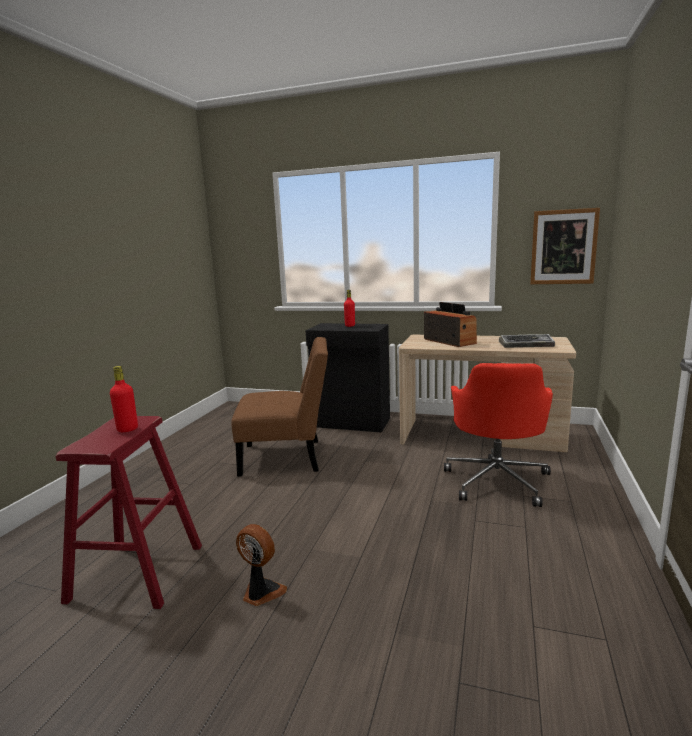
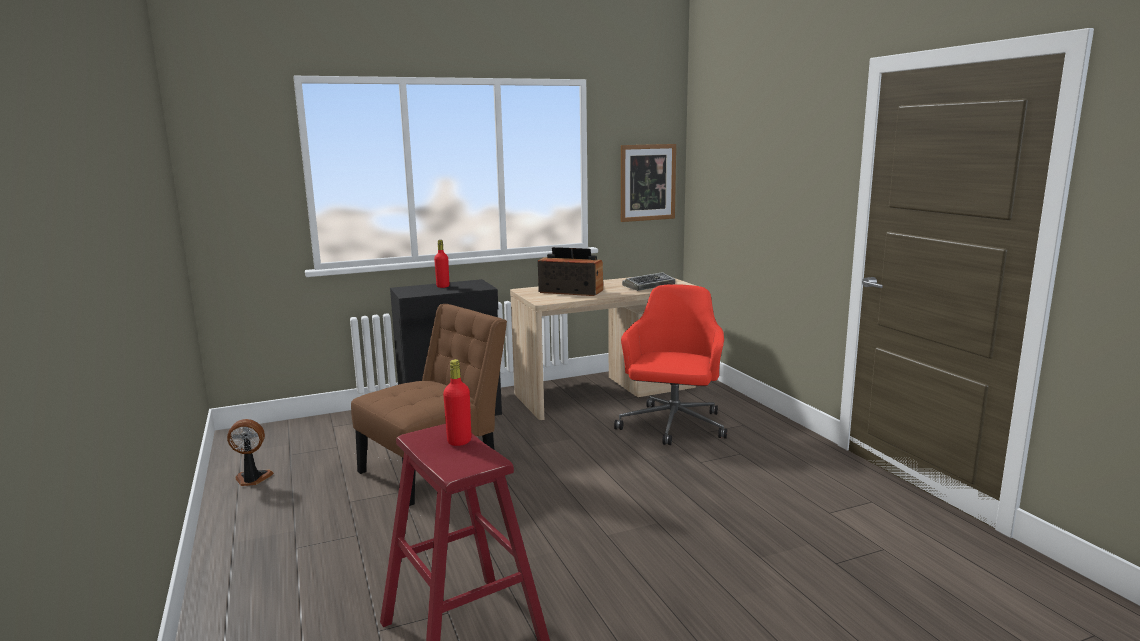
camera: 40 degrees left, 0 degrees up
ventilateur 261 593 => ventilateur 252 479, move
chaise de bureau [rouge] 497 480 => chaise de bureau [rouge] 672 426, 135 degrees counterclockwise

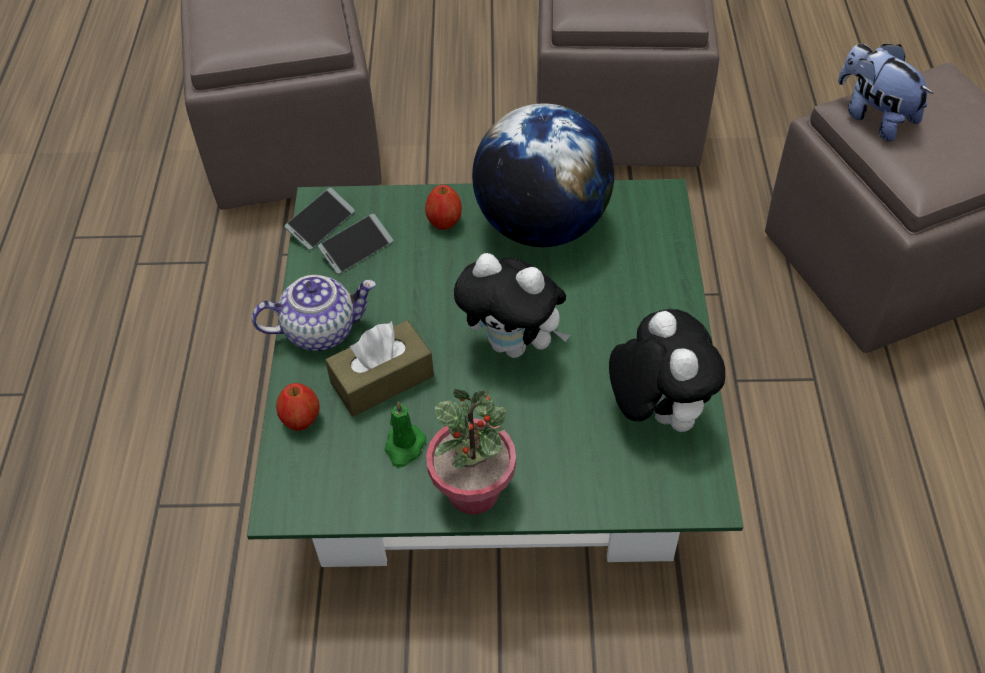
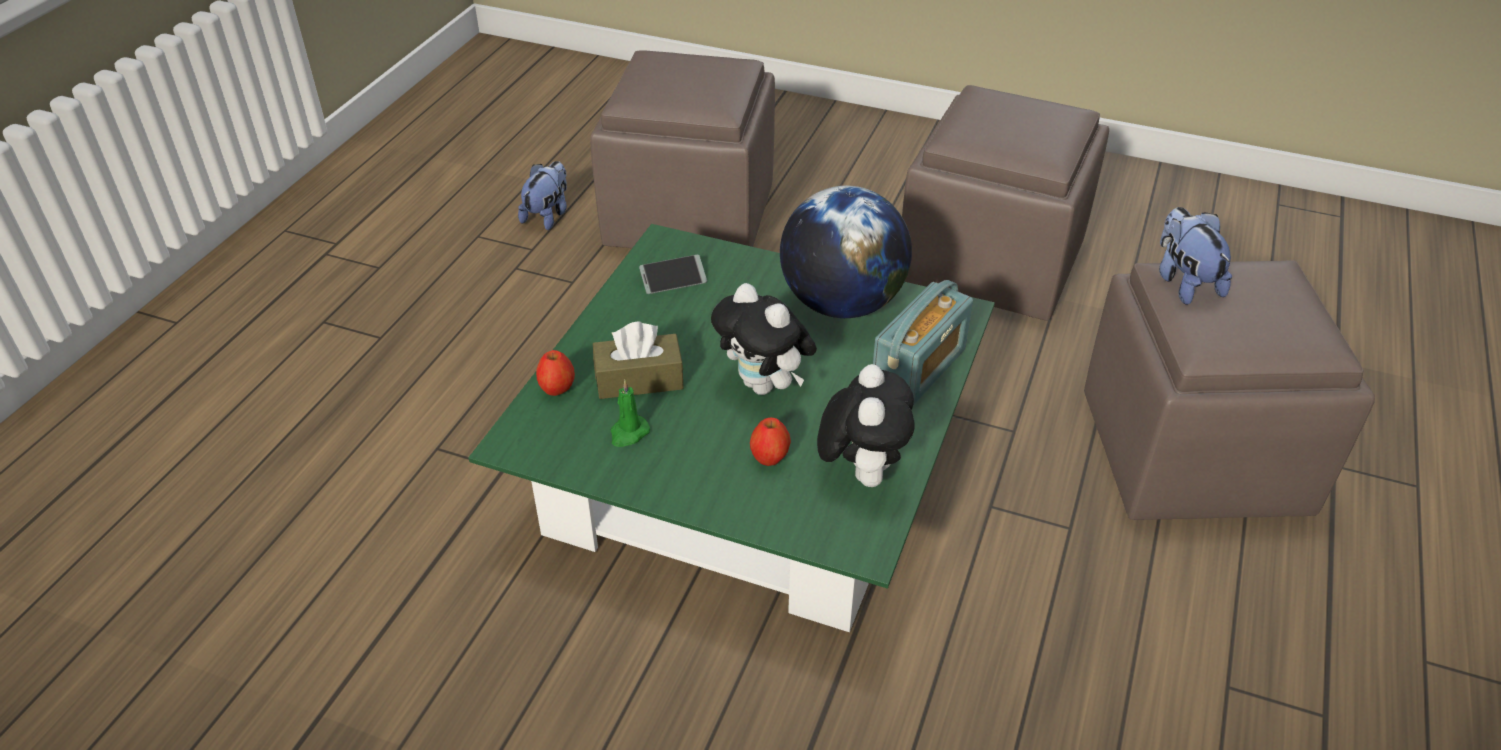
camera: 20 degrees right, 10 degrees down
théière 321 329 => nothing
téléphone 321 224 => nothing
pomme 445 222 => pomme 770 458, move
plante en pot 474 491 => nothing
nothing => peluche 548 215
nothing => radio 919 369

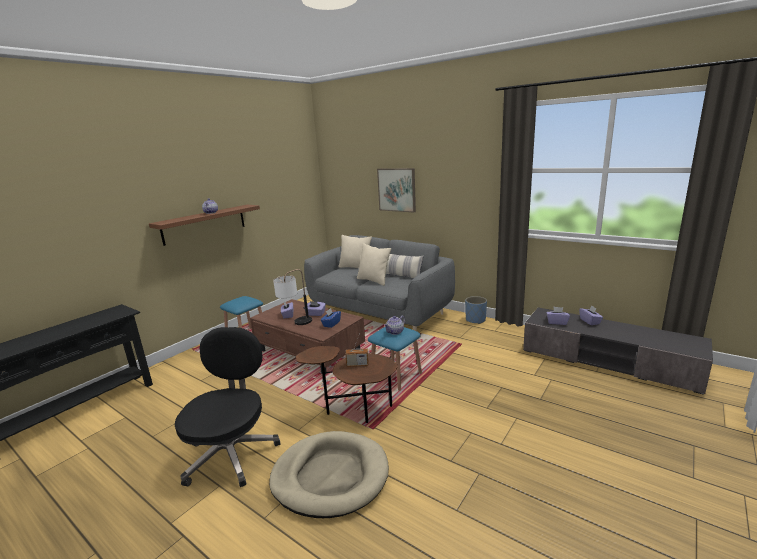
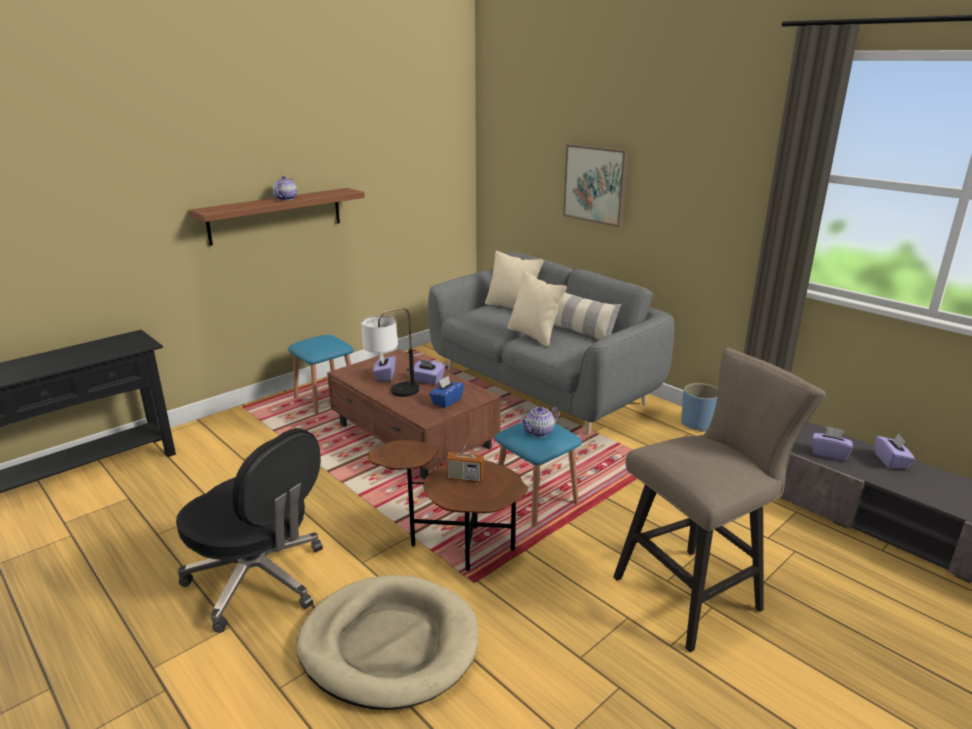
camera: 10 degrees right, 5 degrees up
chaise de bureau [noir] 232 453 => chaise de bureau [noir] 259 580, 105 degrees clockwise
nothing => tabouret [beige] 695 592

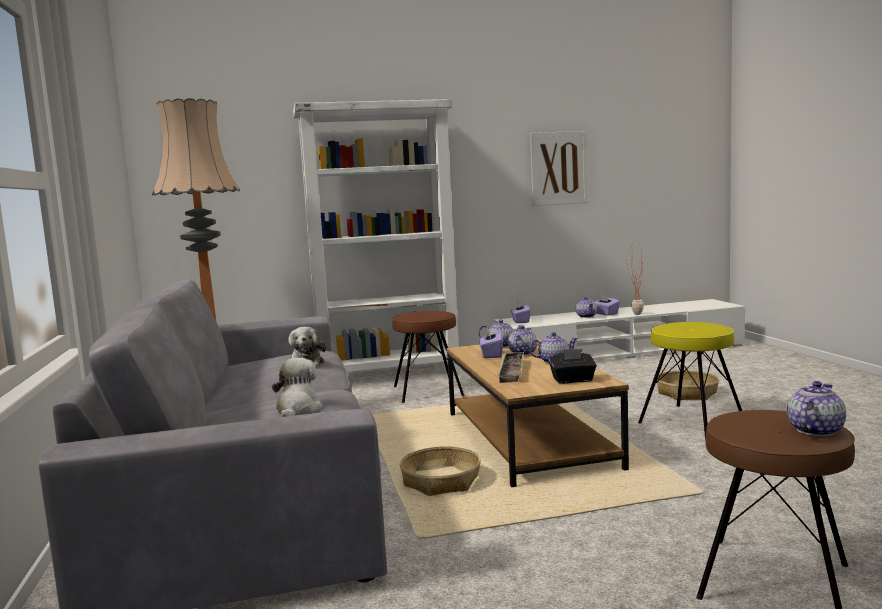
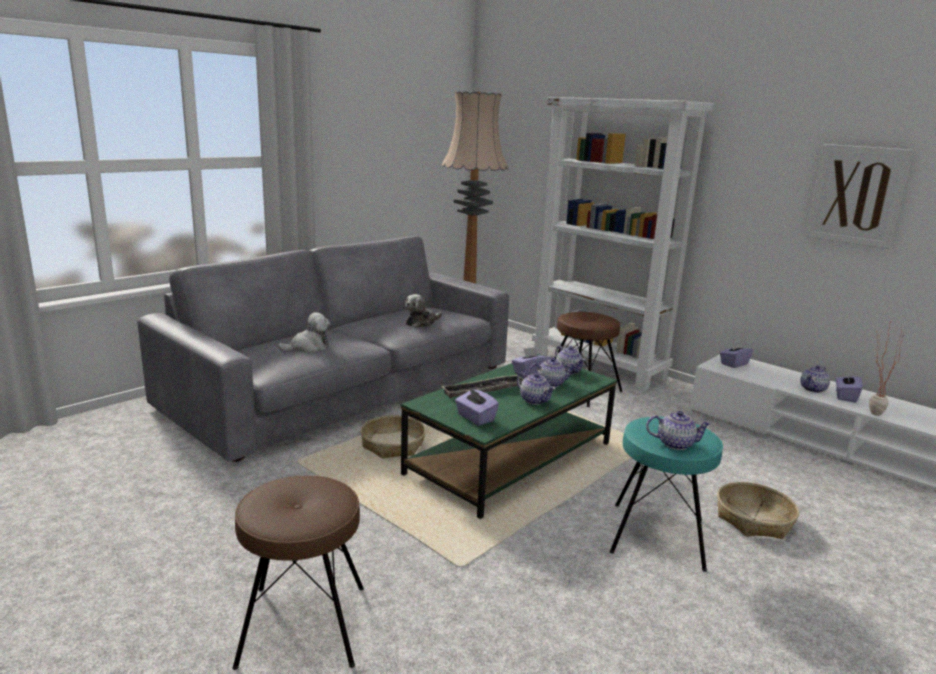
camera: 55 degrees right, 10 degrees up
table basse [marron] 527 440 => table basse [vert] 509 458
boîte à mouchoirs [noir] 573 380 => boîte à mouchoirs [violet] 475 418
tabouret [jaune] 692 421 => tabouret [turquoise] 658 536
théière 814 430 => théière 674 444, move

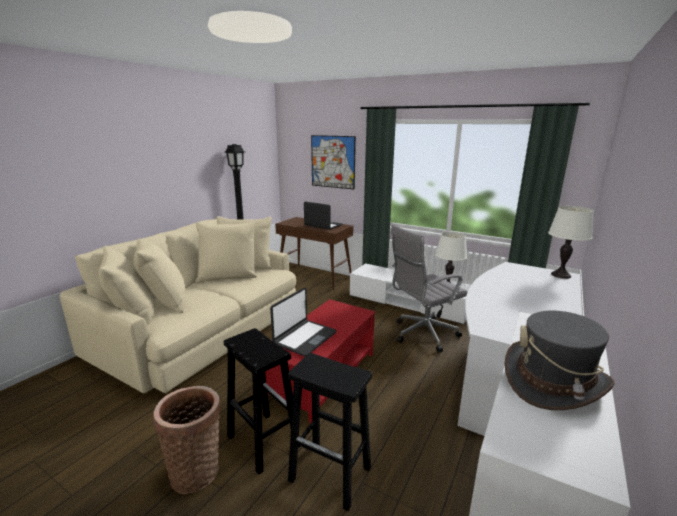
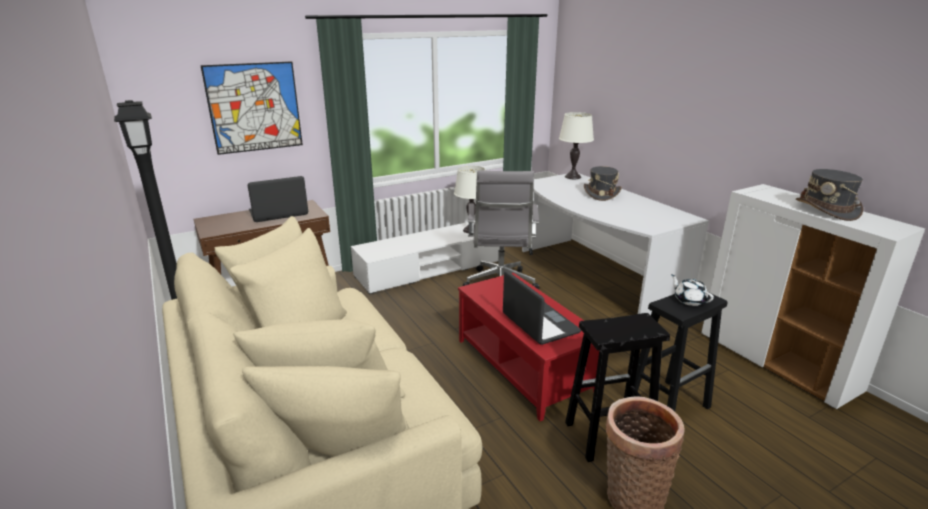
camera: 60 degrees left, 5 degrees up
nothing => chapeau [gris] 601 194
nothing => théière [blanc] 689 300

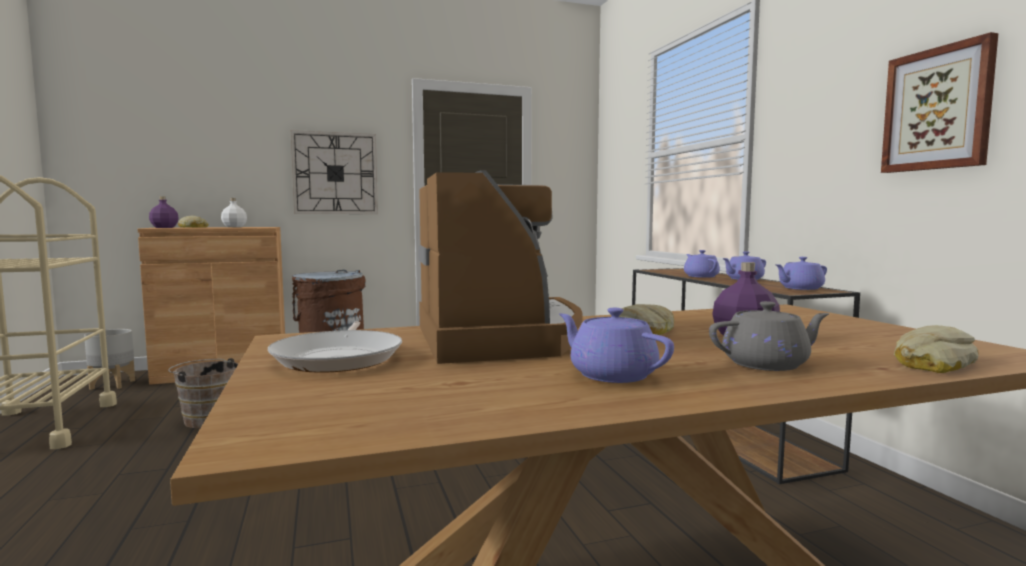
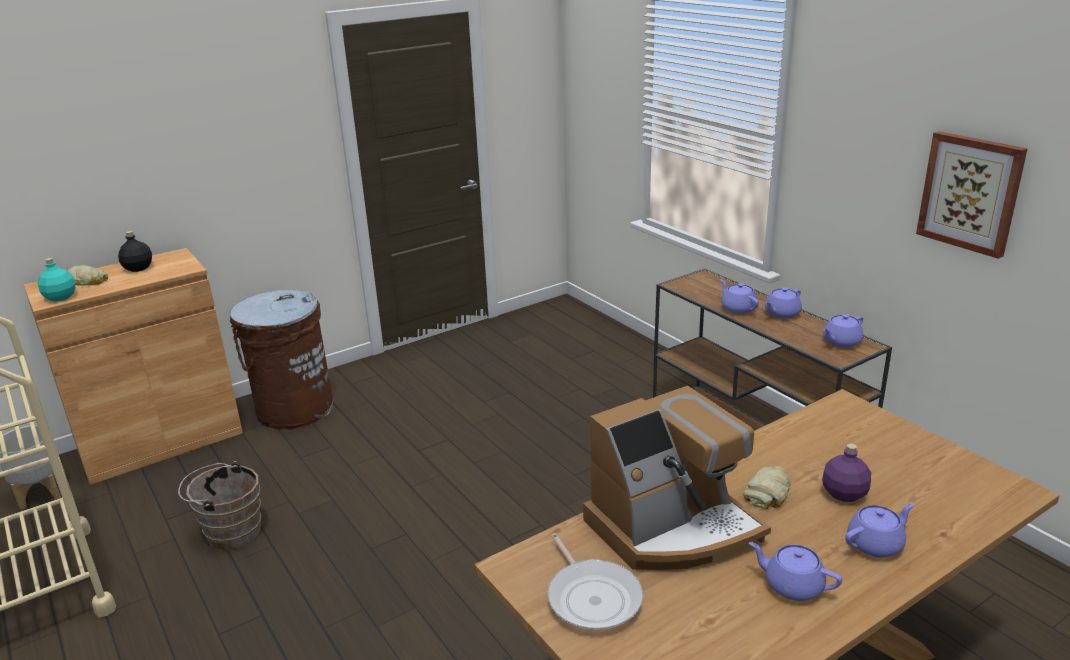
camera: 15 degrees left, 20 degrees up
bouteille [violet] 165 227 => bouteille [turquoise] 61 297
bouteille [blanc] 235 227 => bouteille [noir] 138 268
horloge murale 335 173 => nothing
machine à café 501 337 => machine à café 673 528, 90 degrees clockwise
théière [gris] 767 364 => théière [violet] 876 544
pain 931 362 => nothing

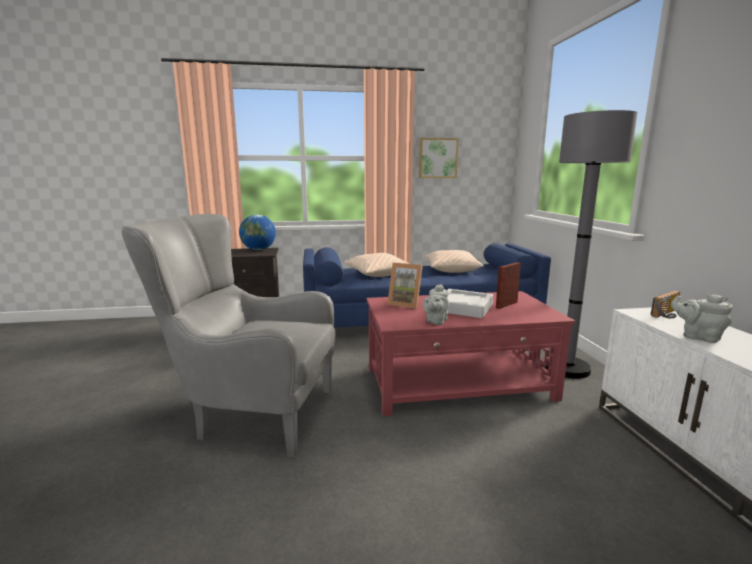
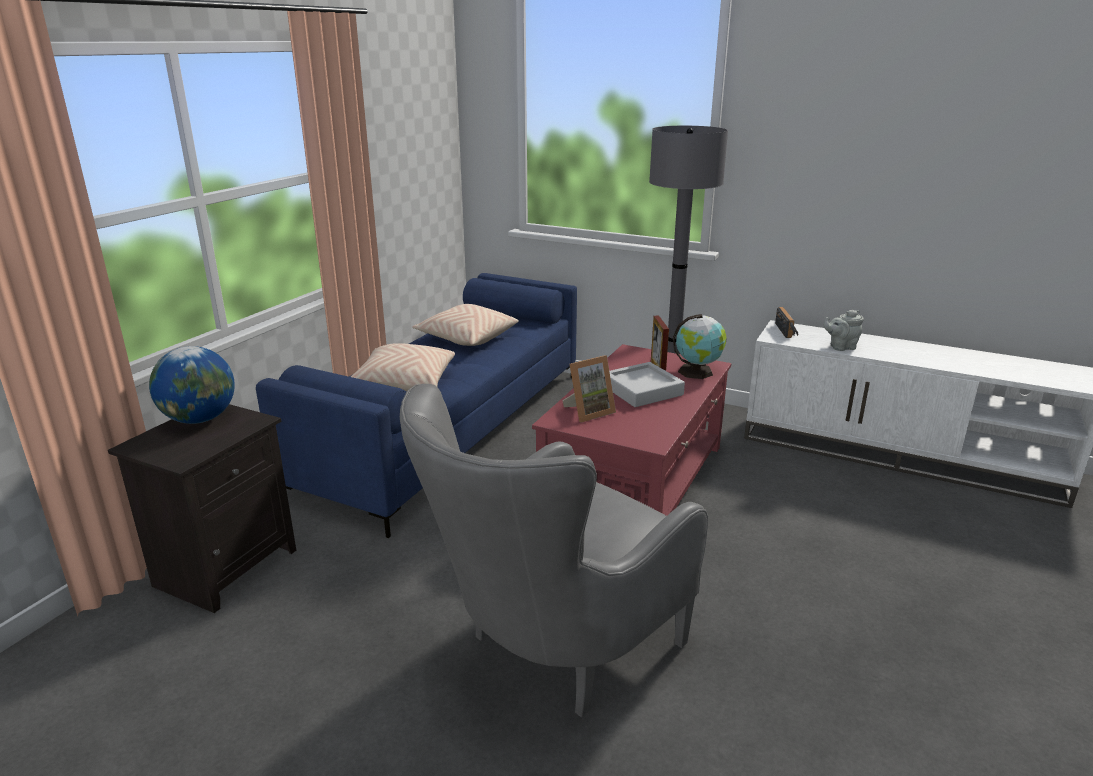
camera: 55 degrees left, 10 degrees up
tableau 437 158 => nothing
théière [gris] 436 321 => nothing
nothing => globe 697 371

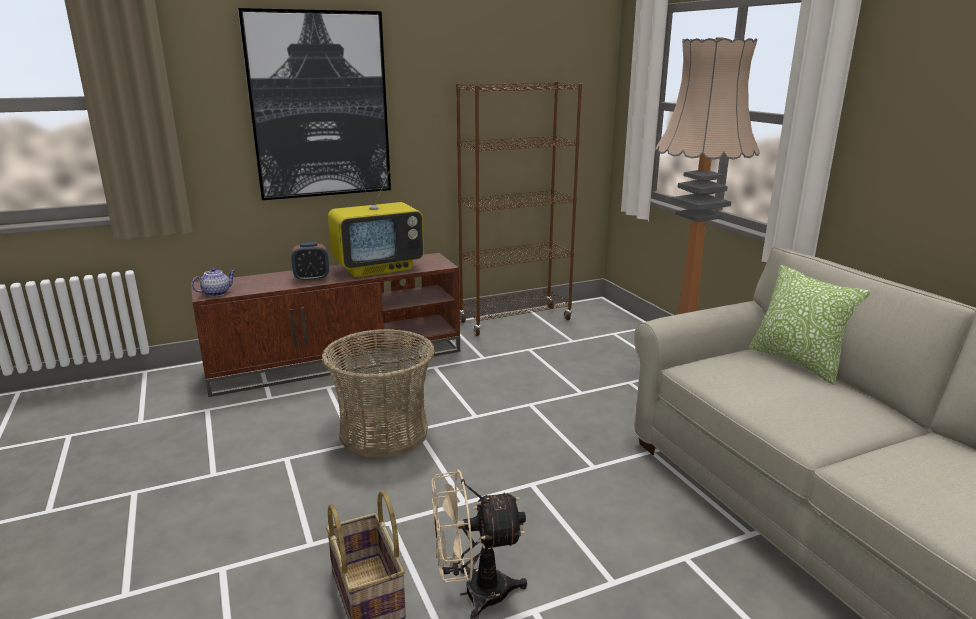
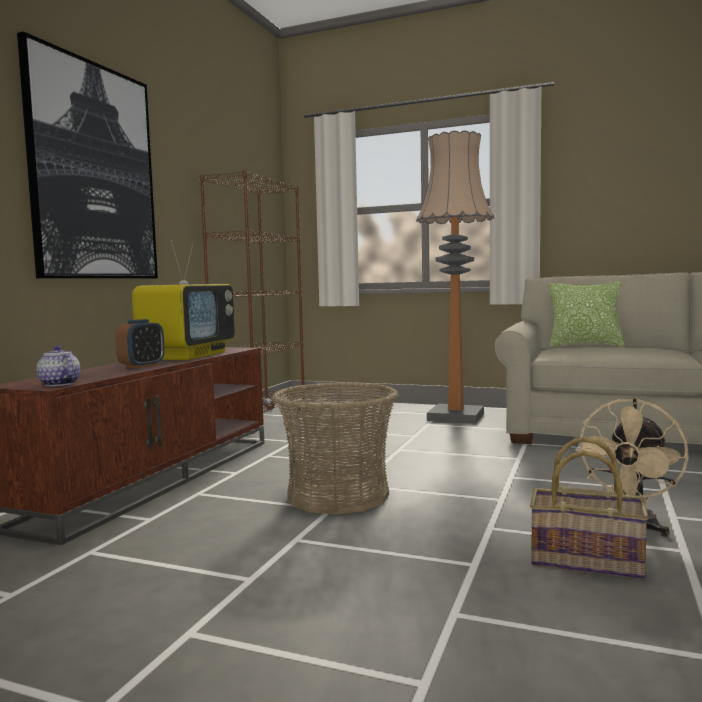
camera: 45 degrees left, 15 degrees down
théière 217 293 => théière 58 384, 45 degrees counterclockwise

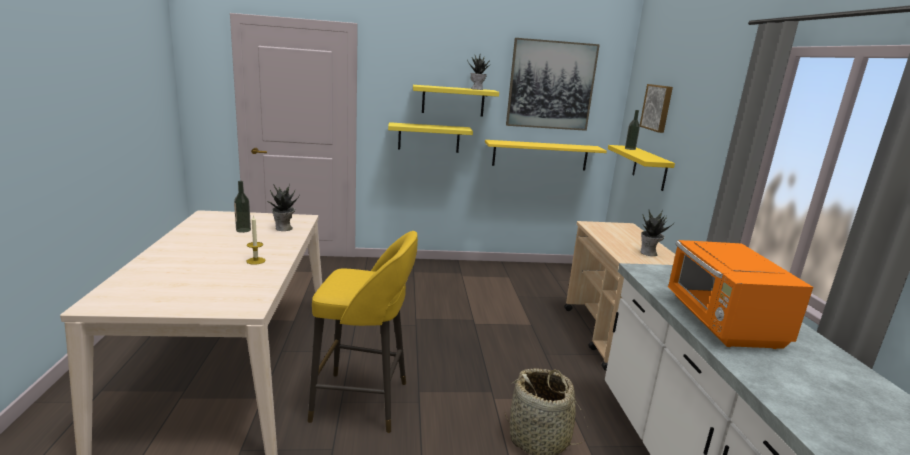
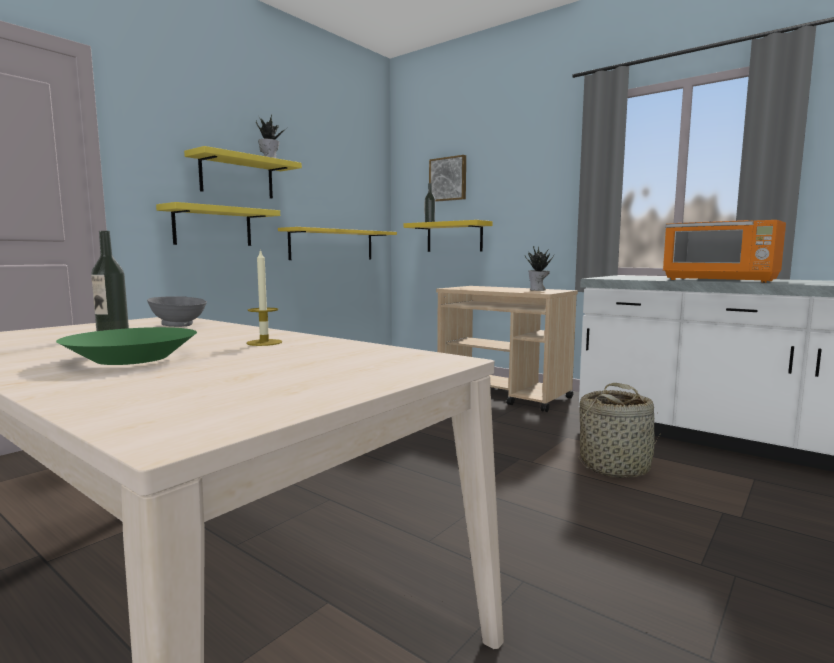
camera: 45 degrees left, 10 degrees down
plante en pot 284 228 => bol [gris] 178 325
tabouret [jaune] 363 402 => nothing
tableau 551 85 => nothing
nothing => bol [vert] 131 358

